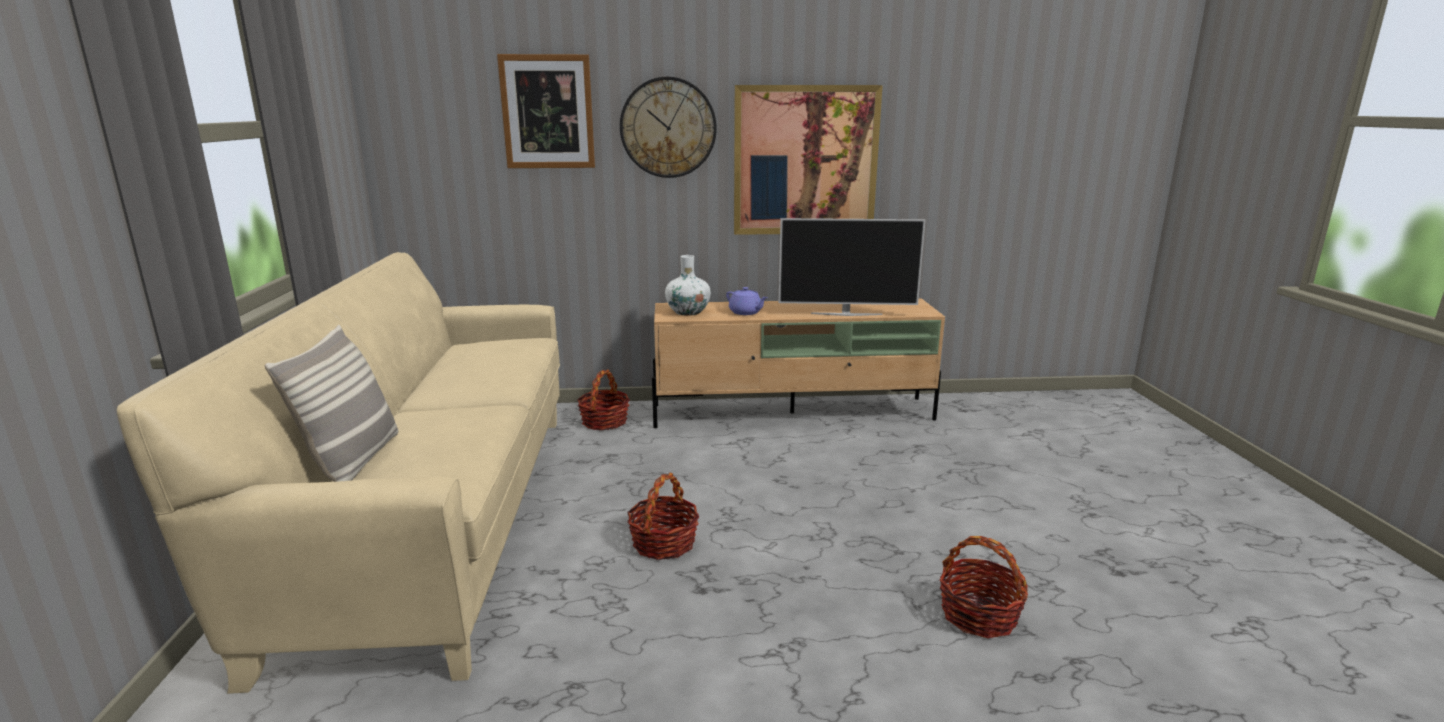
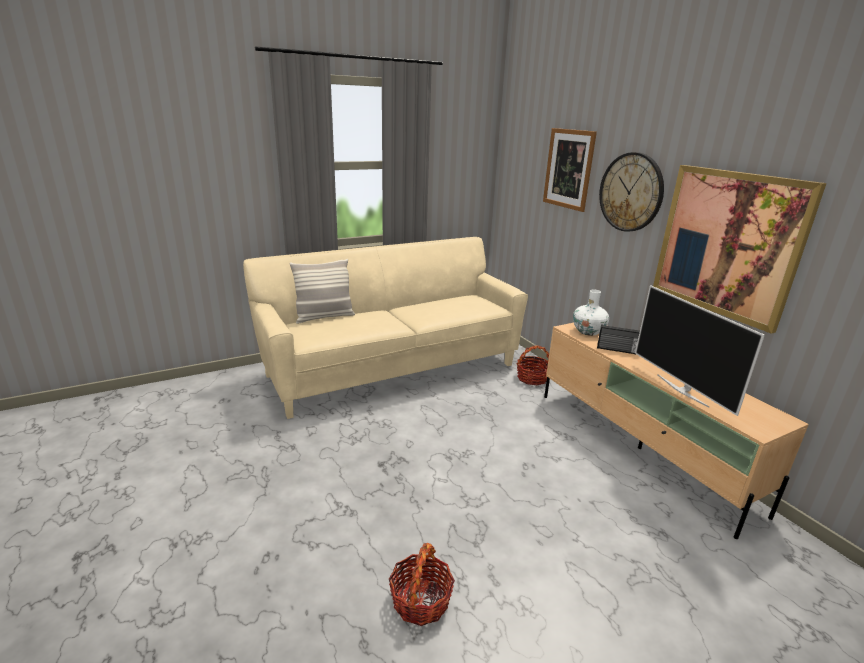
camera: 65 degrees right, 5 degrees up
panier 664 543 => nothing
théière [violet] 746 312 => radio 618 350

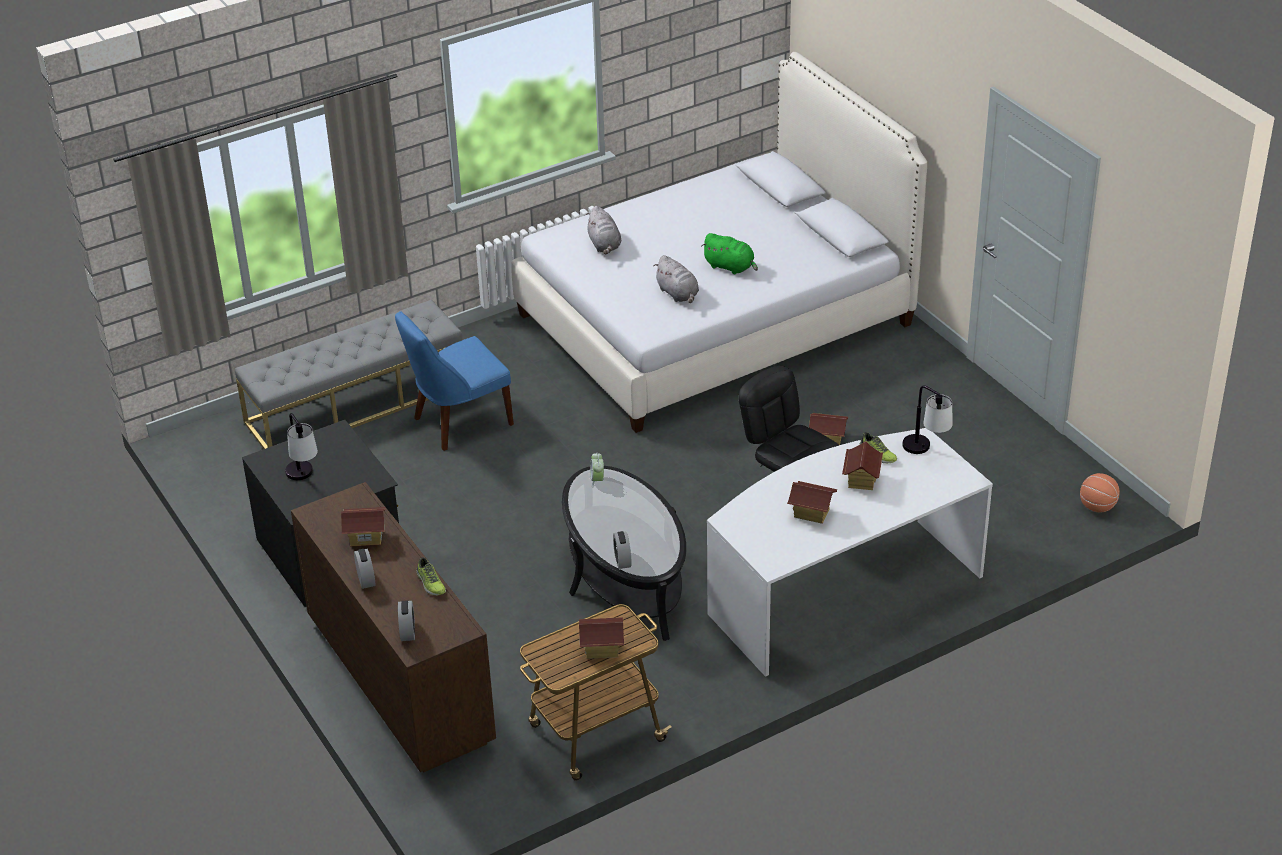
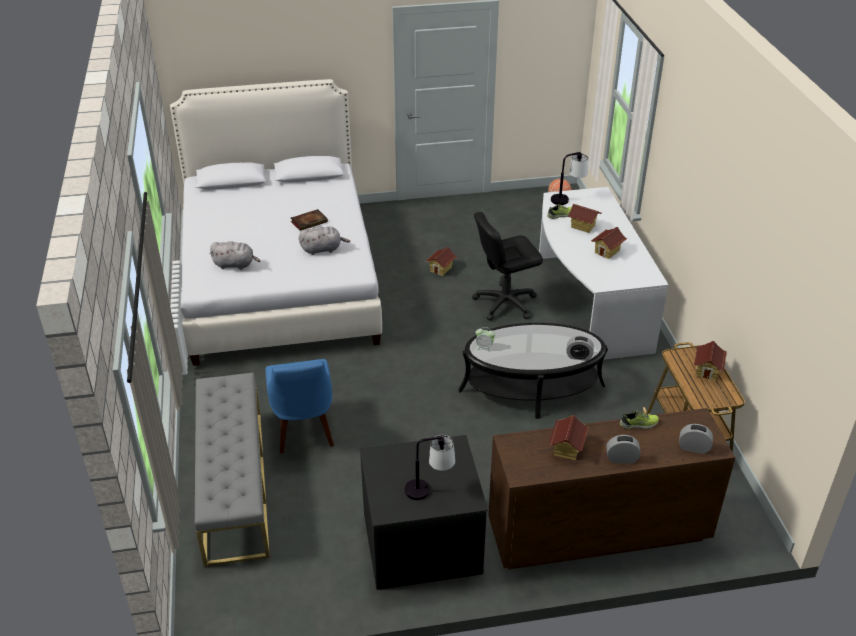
camera: 70 degrees left, 0 degrees up
peluche [vert] 730 267 => livre 309 221

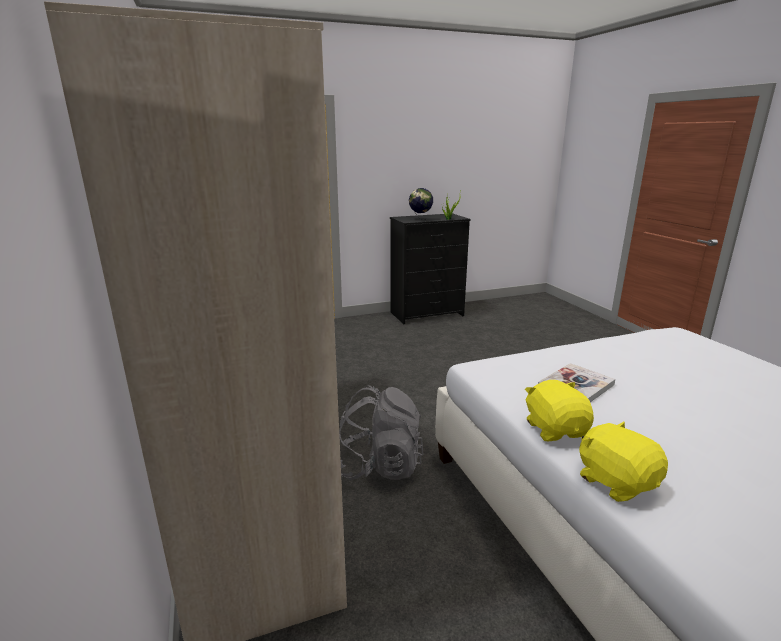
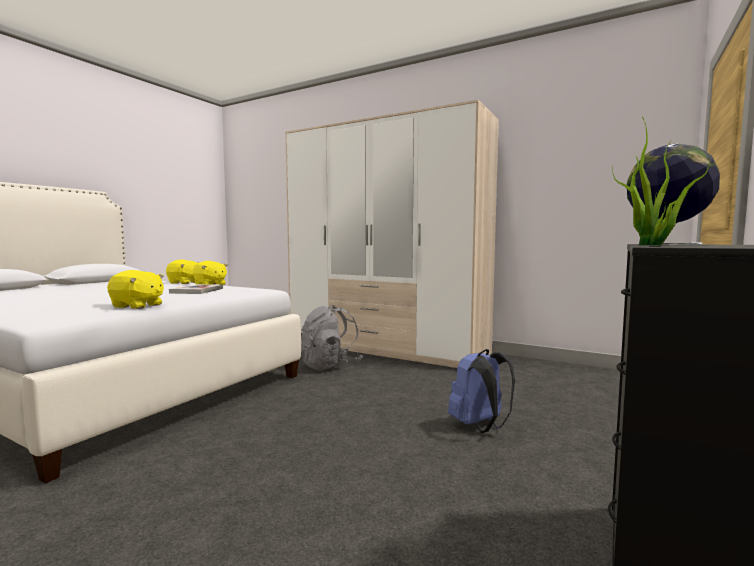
camera: 140 degrees right, 15 degrees down
nothing => peluche [jaune] 137 306
nothing => sac à dos [bleu] 480 426

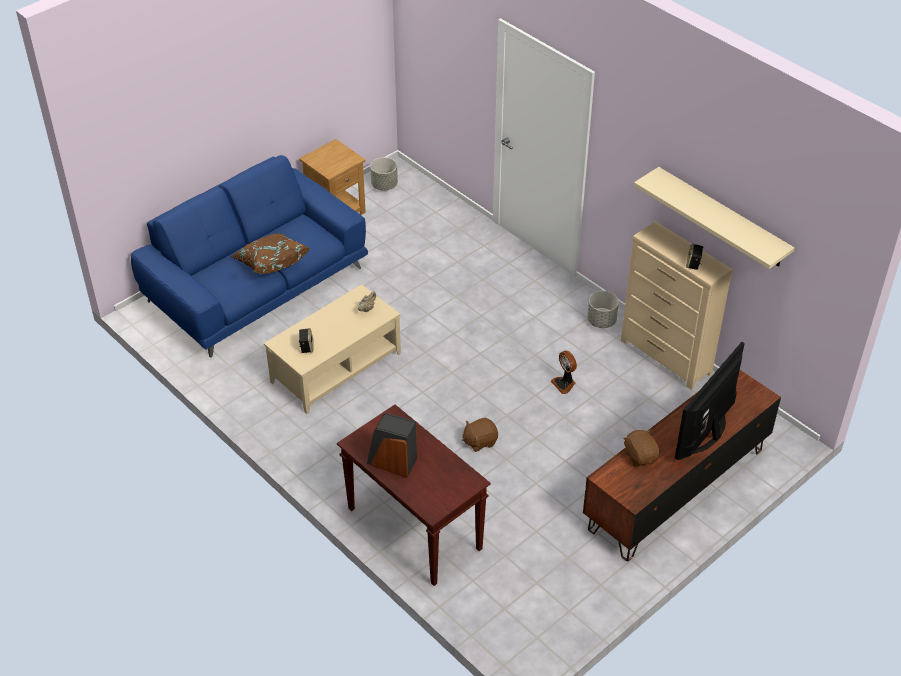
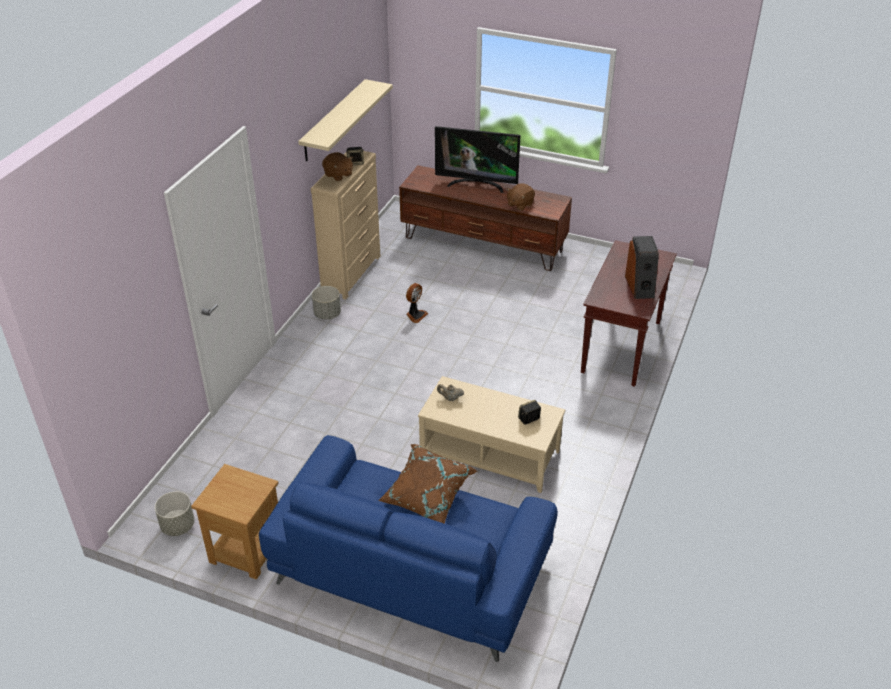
camera: 115 degrees left, 5 degrees down
peluche [marron] 480 441 => peluche [marron] 338 175, move

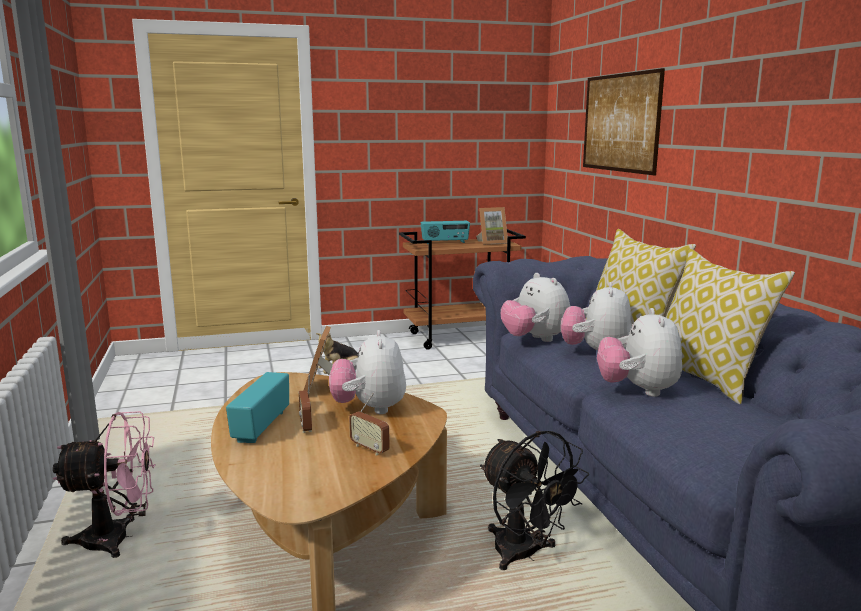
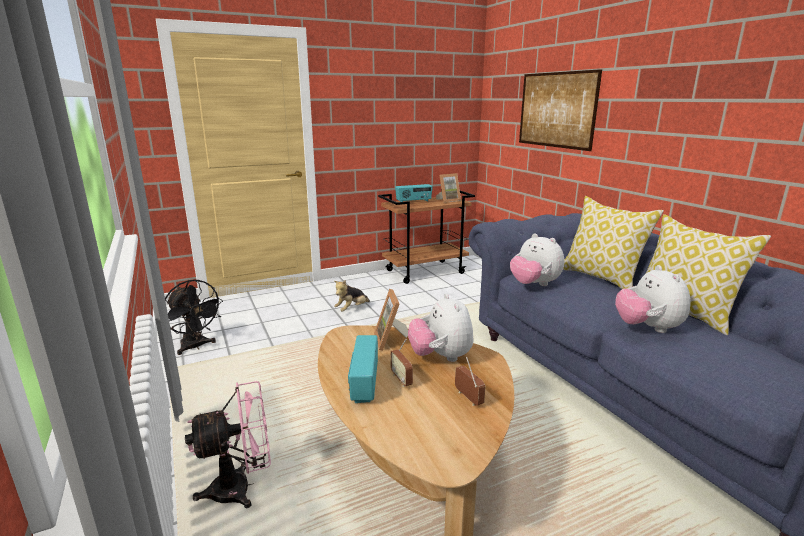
camera: 10 degrees left, 5 degrees up
radio 370 448 => radio 468 398, 150 degrees counterclockwise
ventilateur [noir] 524 555 => ventilateur [noir] 196 347, move
peluche 595 353 => nothing

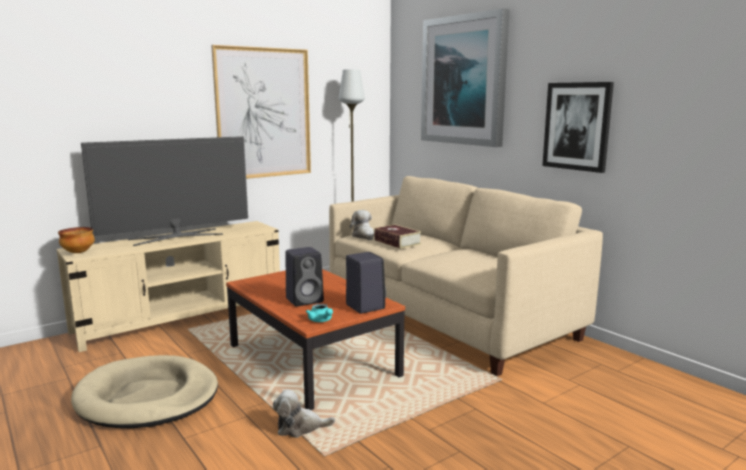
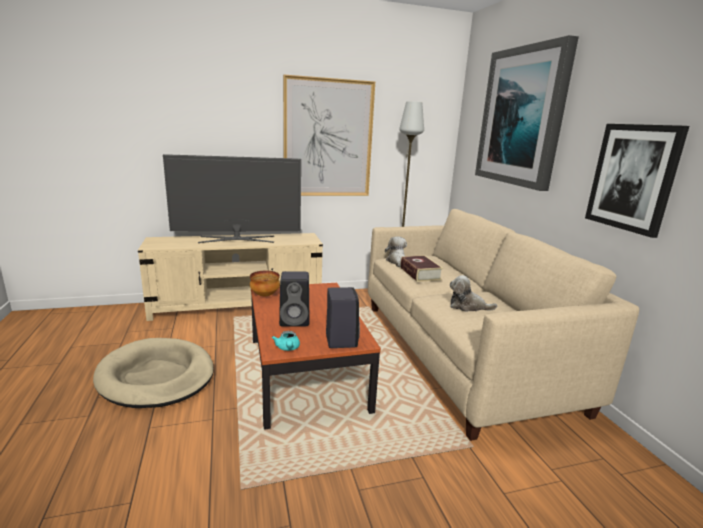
camera: 20 degrees right, 5 degrees up
bol 79 252 => bol 265 295, move
peluche 300 427 => peluche 467 306, move

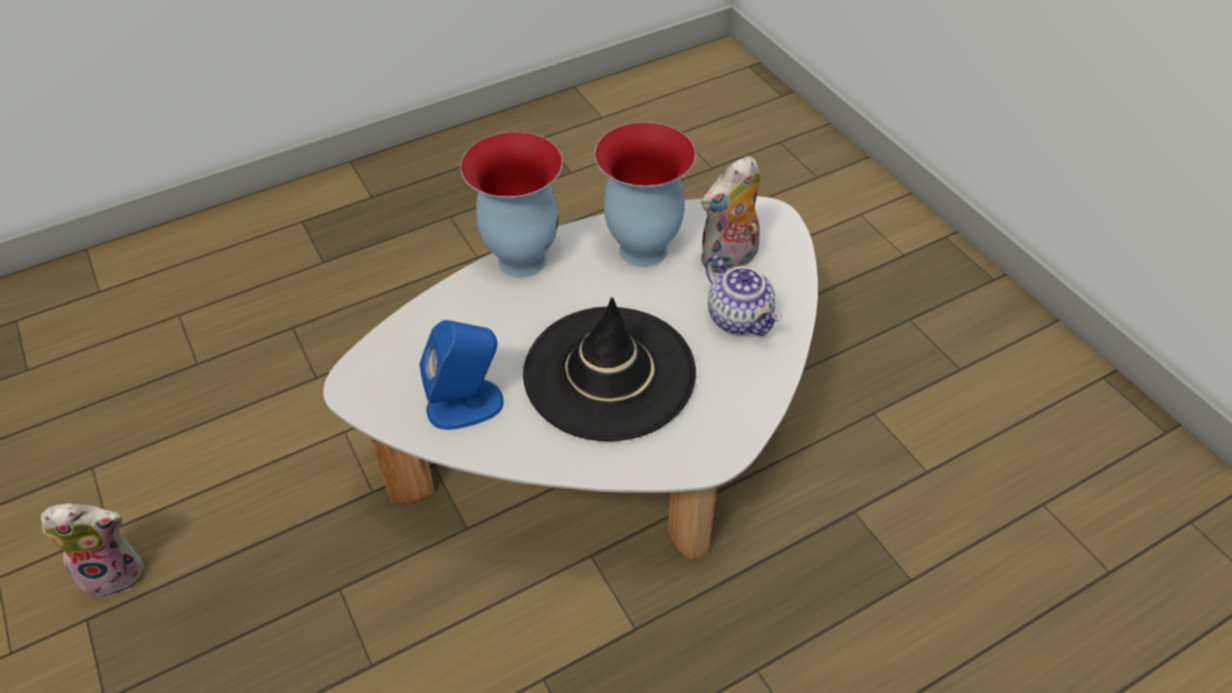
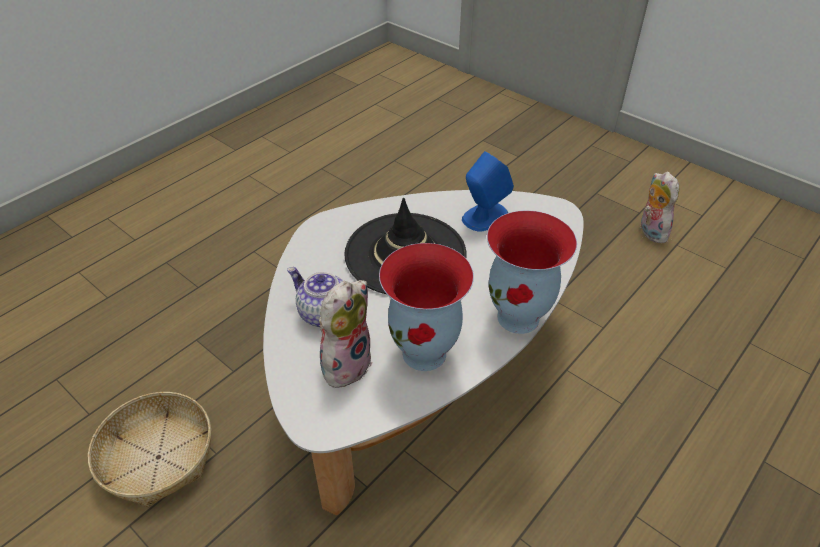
camera: 160 degrees right, 5 degrees down
peluche 116 570 => peluche 650 231, 105 degrees clockwise
nothing => panier 158 457

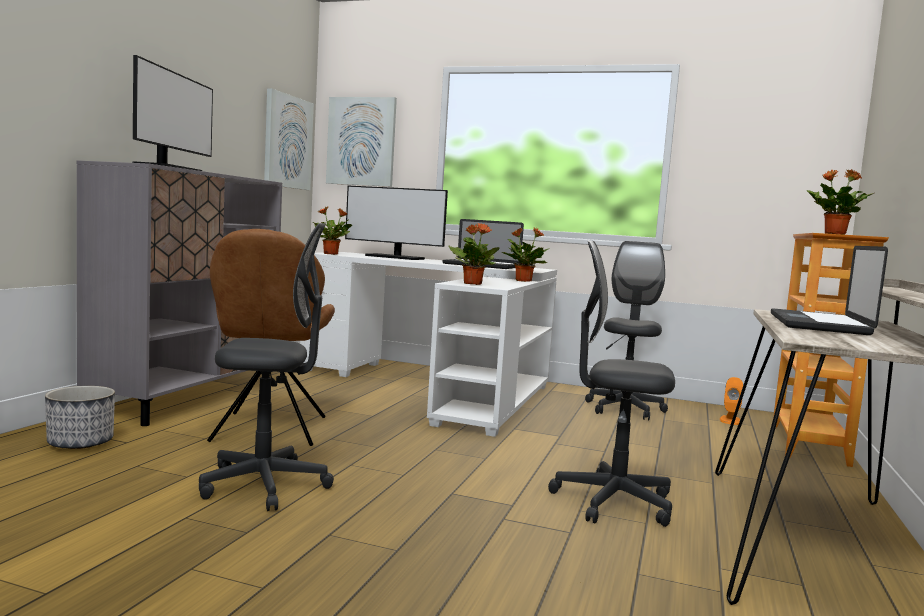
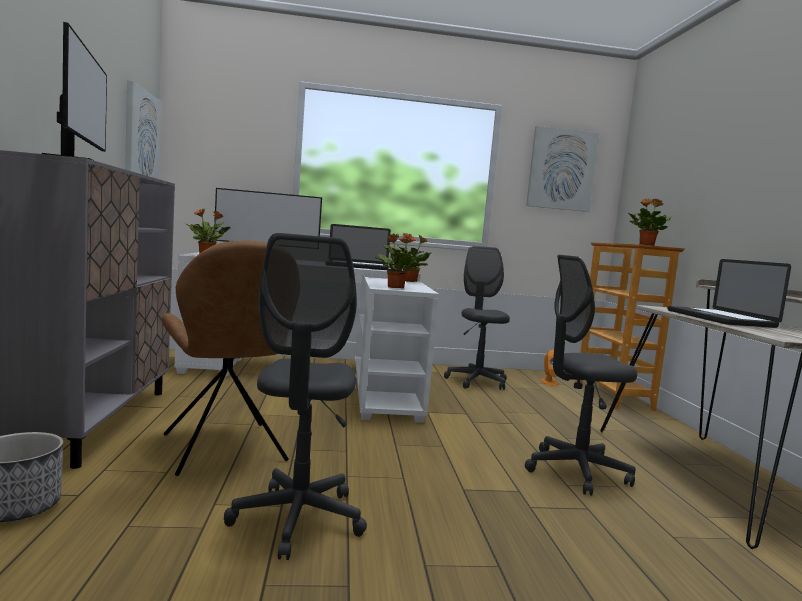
camera: 25 degrees left, 0 degrees up
chaise de bureau [gris] 265 485 => chaise de bureau [gris] 298 519, 120 degrees clockwise
tableau 361 141 => tableau 561 169, move

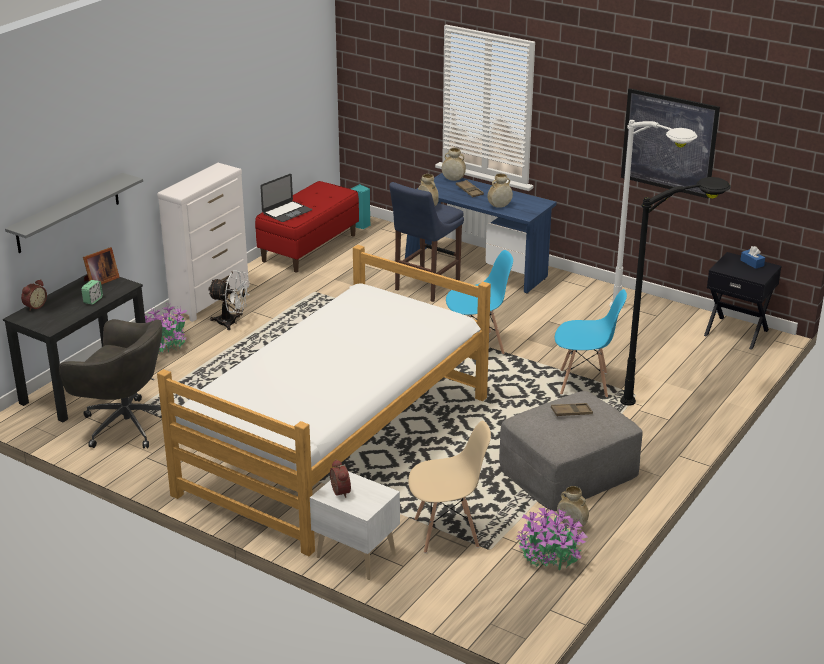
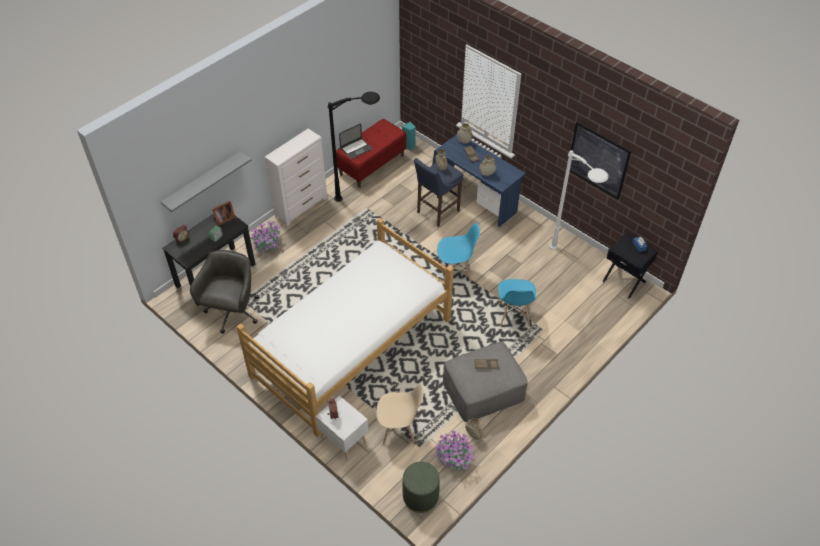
camera: 10 degrees right, 20 degrees up
chaise de bureau [gris] 124 424 => chaise de bureau [gris] 232 313, 105 degrees counterclockwise
ventilateur [blanc] 231 322 => nothing
chaise [bleu] 584 384 => chaise [bleu] 513 315, 75 degrees clockwise
lampadaire [noir] 671 394 => lampadaire [noir] 364 196, move
nothing => pouf [vert] 420 496

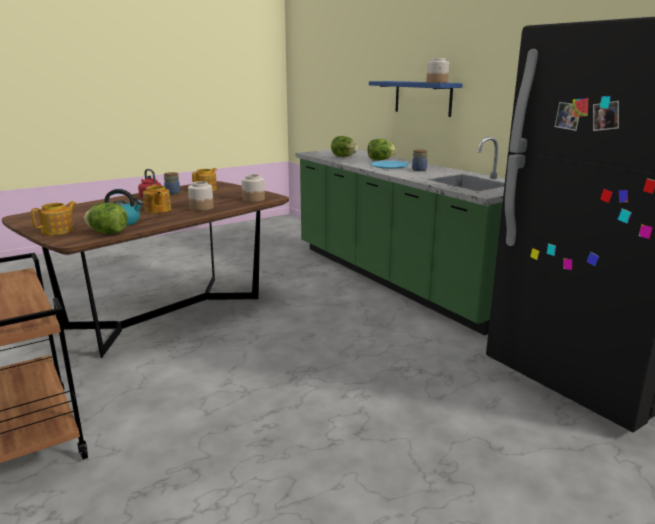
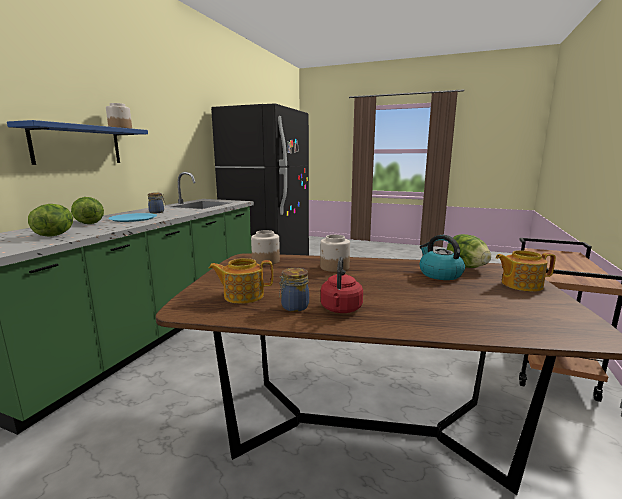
camera: 125 degrees left, 5 degrees down
théière 157 210 => nothing

